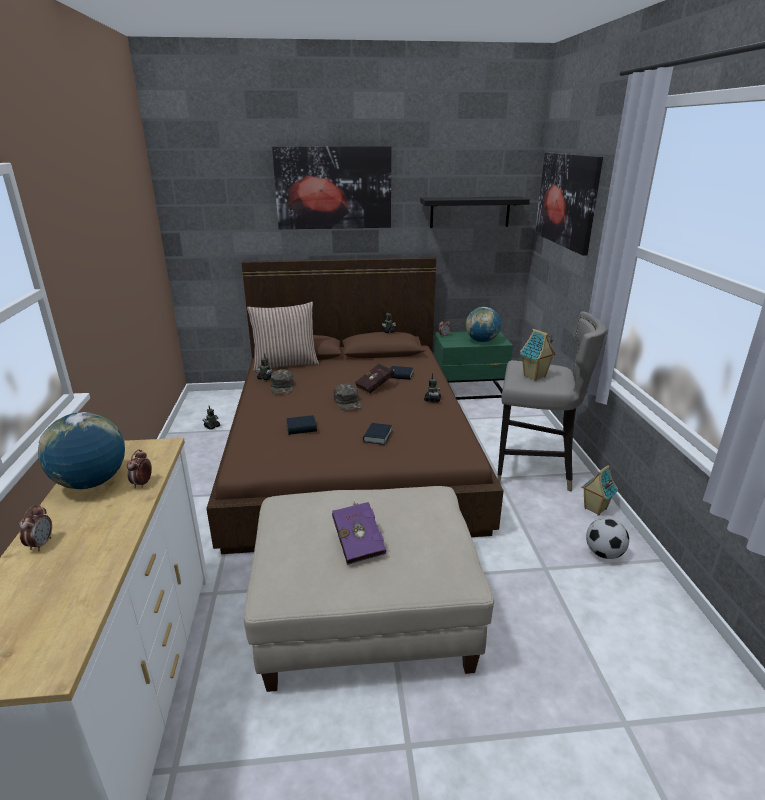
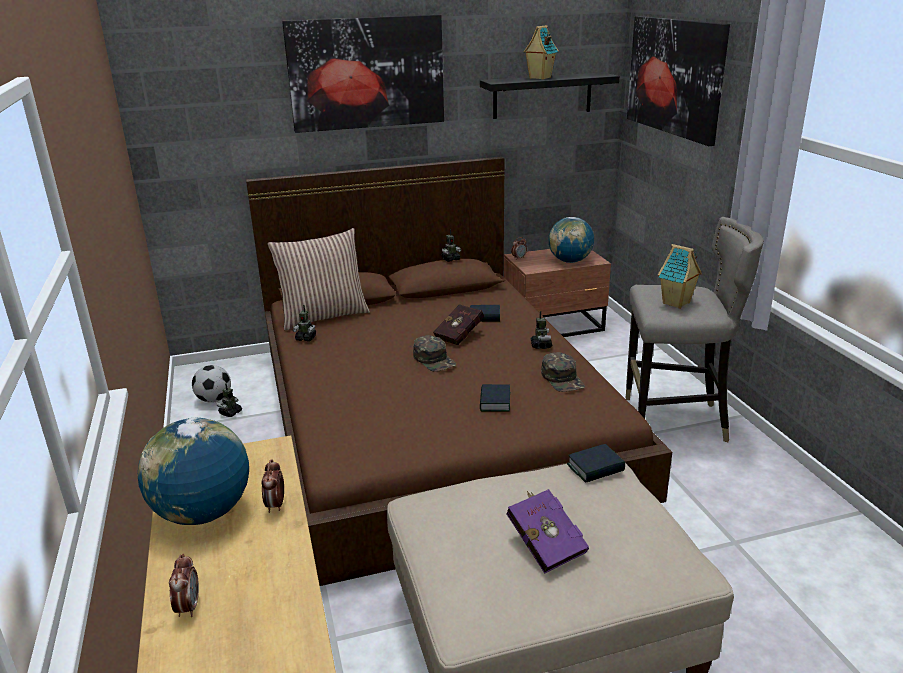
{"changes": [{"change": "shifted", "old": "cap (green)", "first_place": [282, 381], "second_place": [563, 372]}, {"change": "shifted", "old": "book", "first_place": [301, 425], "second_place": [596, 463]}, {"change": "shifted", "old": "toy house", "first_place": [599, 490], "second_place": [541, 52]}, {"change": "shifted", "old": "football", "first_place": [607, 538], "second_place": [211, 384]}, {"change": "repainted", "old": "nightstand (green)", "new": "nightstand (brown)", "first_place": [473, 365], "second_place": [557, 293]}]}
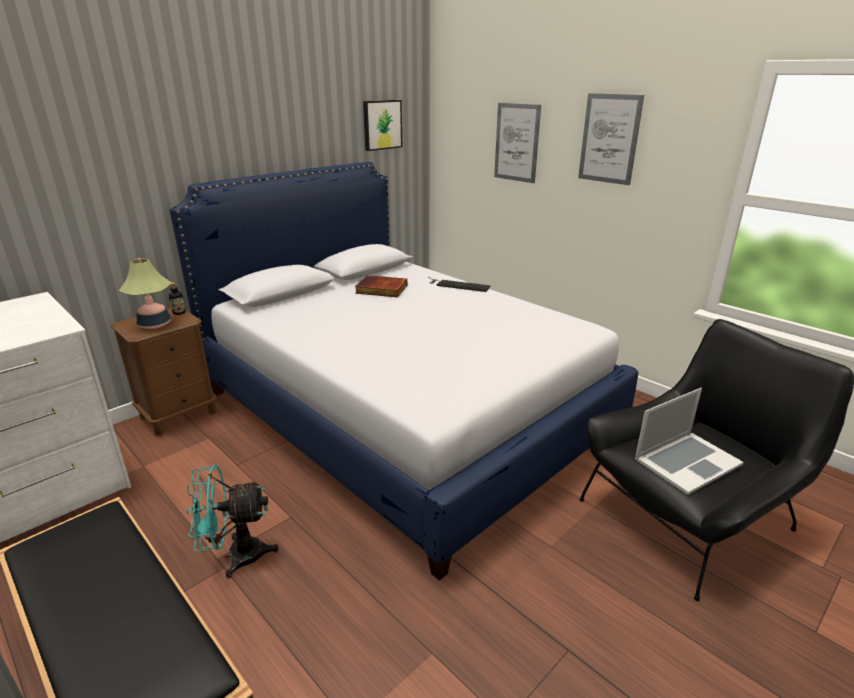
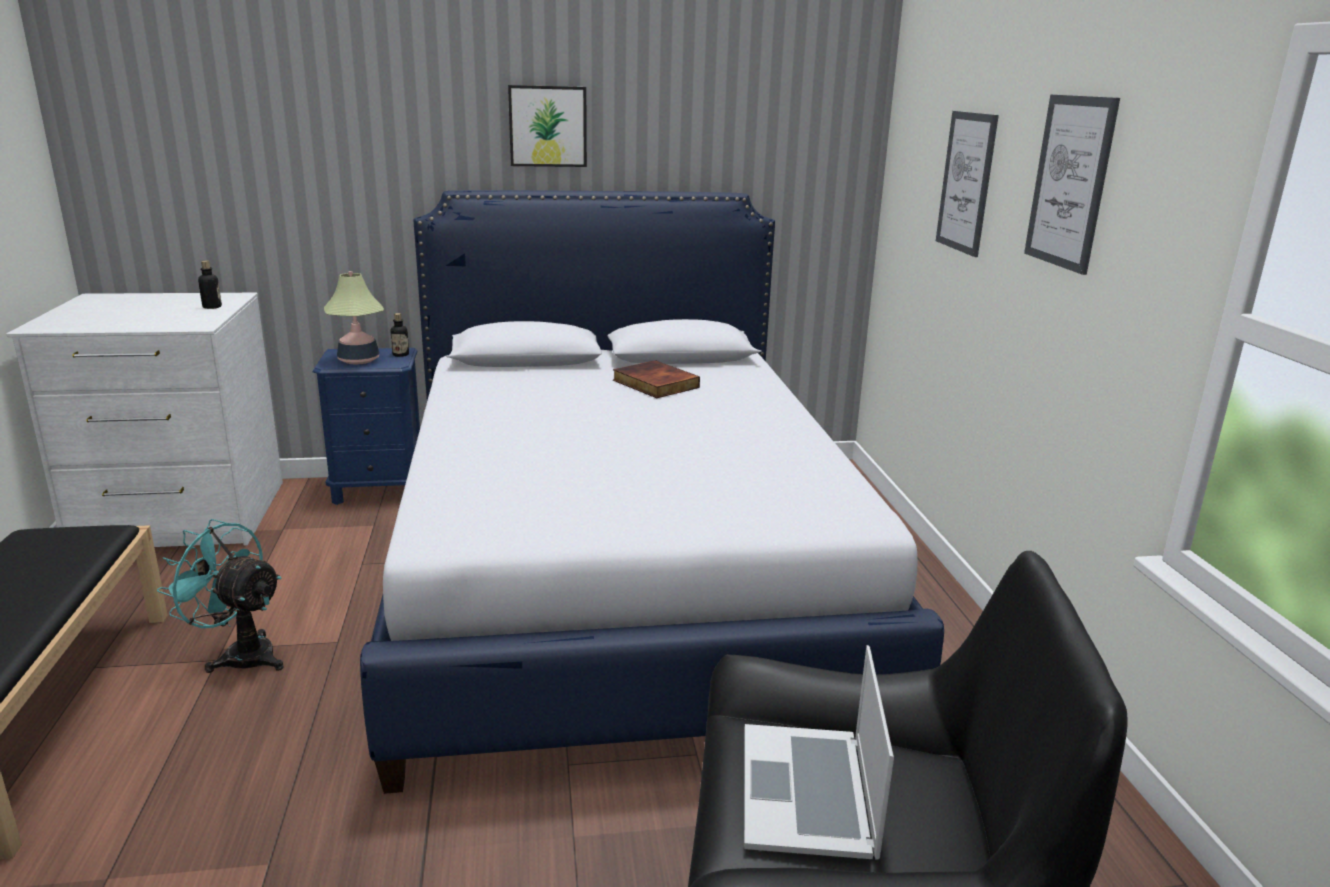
{"changes": [{"change": "gone", "old": "keyboard", "first_place": [459, 284]}, {"change": "new", "new": "bottle", "second_place": [210, 284]}, {"change": "shifted", "old": "picture", "first_place": [382, 125], "second_place": [547, 126]}, {"change": "repainted", "old": "nightstand (brown)", "new": "nightstand (blue)", "first_place": [164, 371], "second_place": [366, 426]}, {"change": "rotated", "old": "laptop", "first_place": [689, 441], "second_place": [819, 752], "degrees": 90}]}
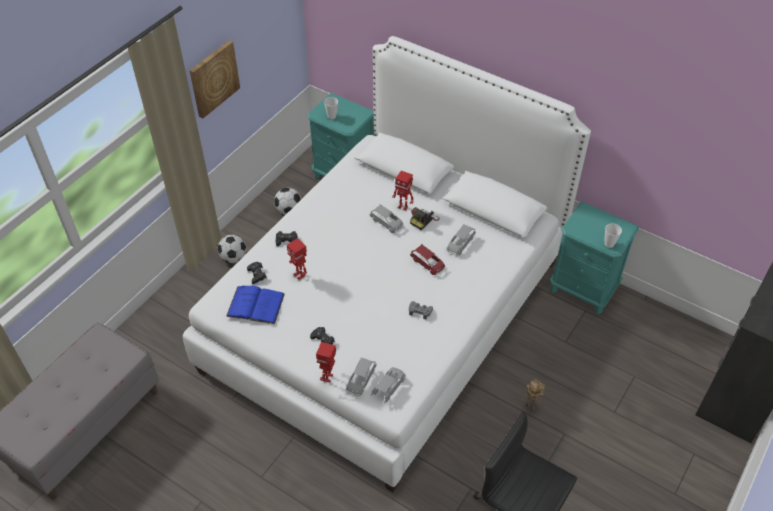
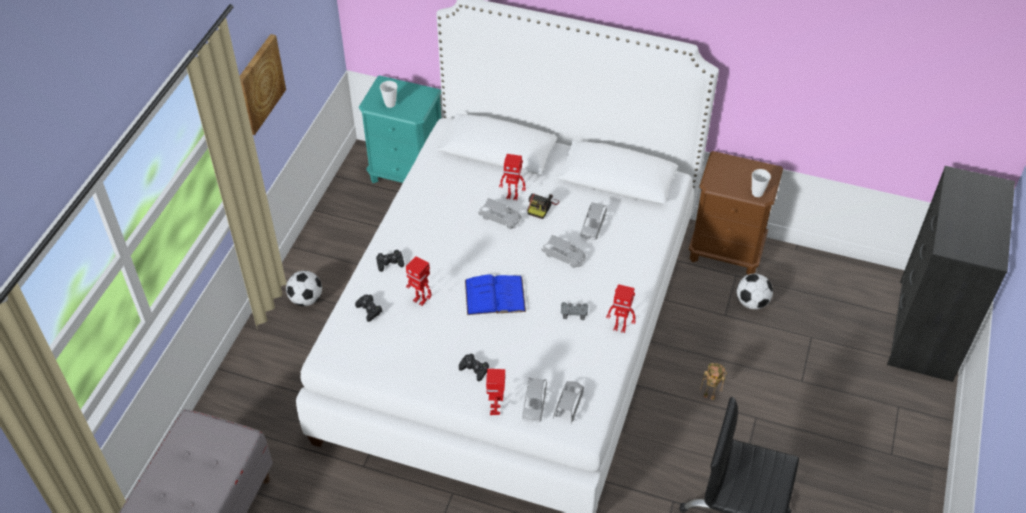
{"changes": [{"change": "new", "new": "toy robot", "second_place": [621, 308]}, {"change": "shifted", "old": "book (blue)", "first_place": [255, 305], "second_place": [495, 294]}, {"change": "shifted", "old": "football", "first_place": [287, 201], "second_place": [755, 291]}, {"change": "repainted", "old": "toy car (red)", "new": "toy car (grey)", "first_place": [427, 259], "second_place": [563, 251]}, {"change": "repainted", "old": "nightstand (turquoise)", "new": "nightstand (brown)", "first_place": [594, 258], "second_place": [736, 213]}]}
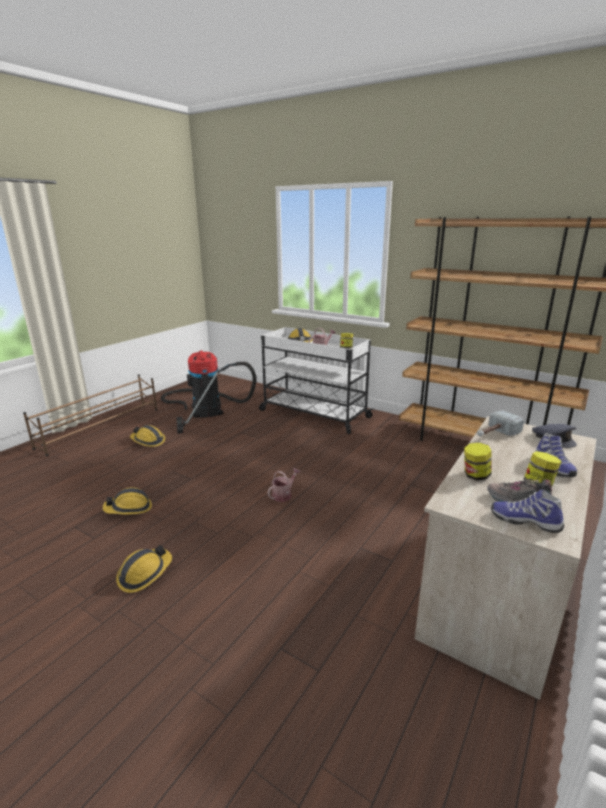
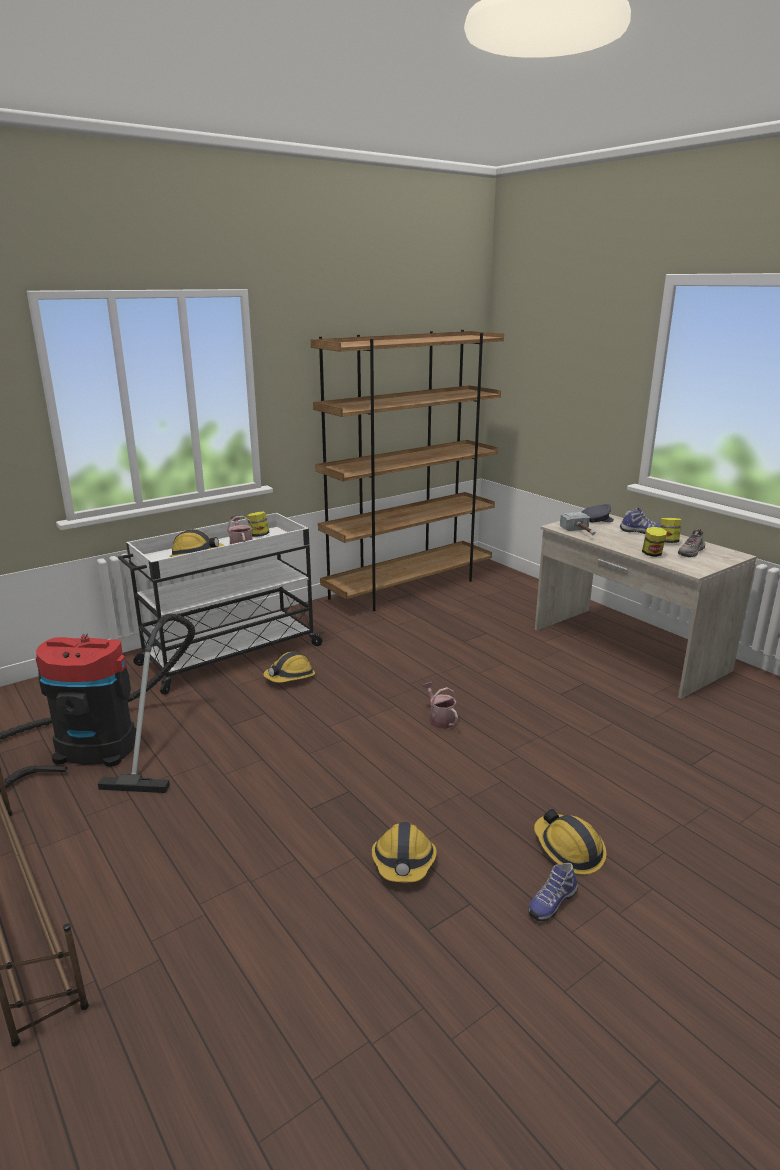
{"changes": [{"change": "shifted", "old": "hard hat", "first_place": [147, 436], "second_place": [289, 667]}, {"change": "shifted", "old": "shoe", "first_place": [527, 511], "second_place": [553, 892]}]}
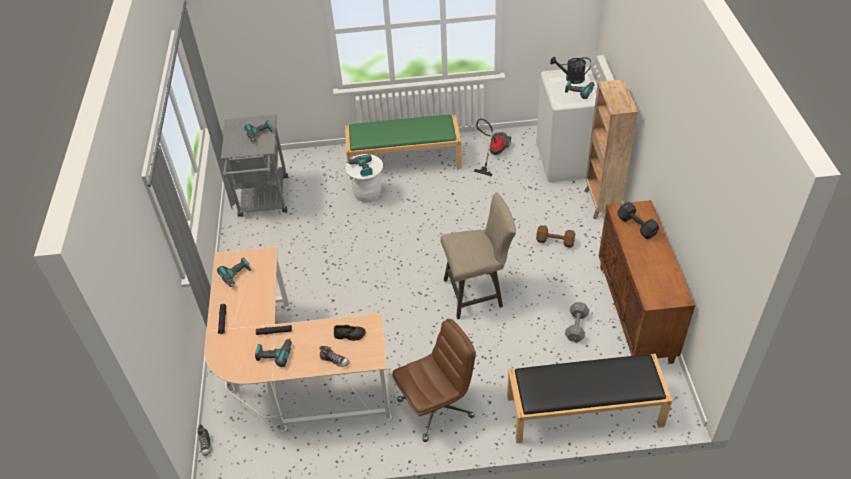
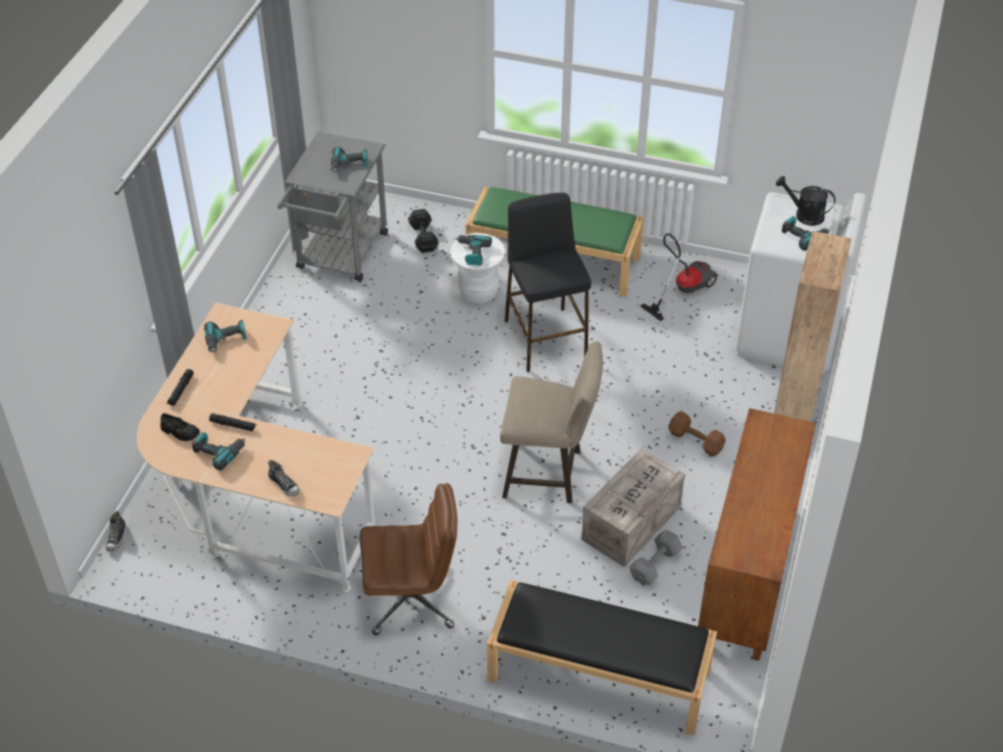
{"changes": [{"change": "new", "new": "stool (black)", "second_place": [548, 282]}, {"change": "new", "new": "crate", "second_place": [633, 508]}, {"change": "shifted", "old": "shoe (black)", "first_place": [350, 333], "second_place": [180, 427]}, {"change": "shifted", "old": "dumbbell (black)", "first_place": [638, 220], "second_place": [423, 231]}]}
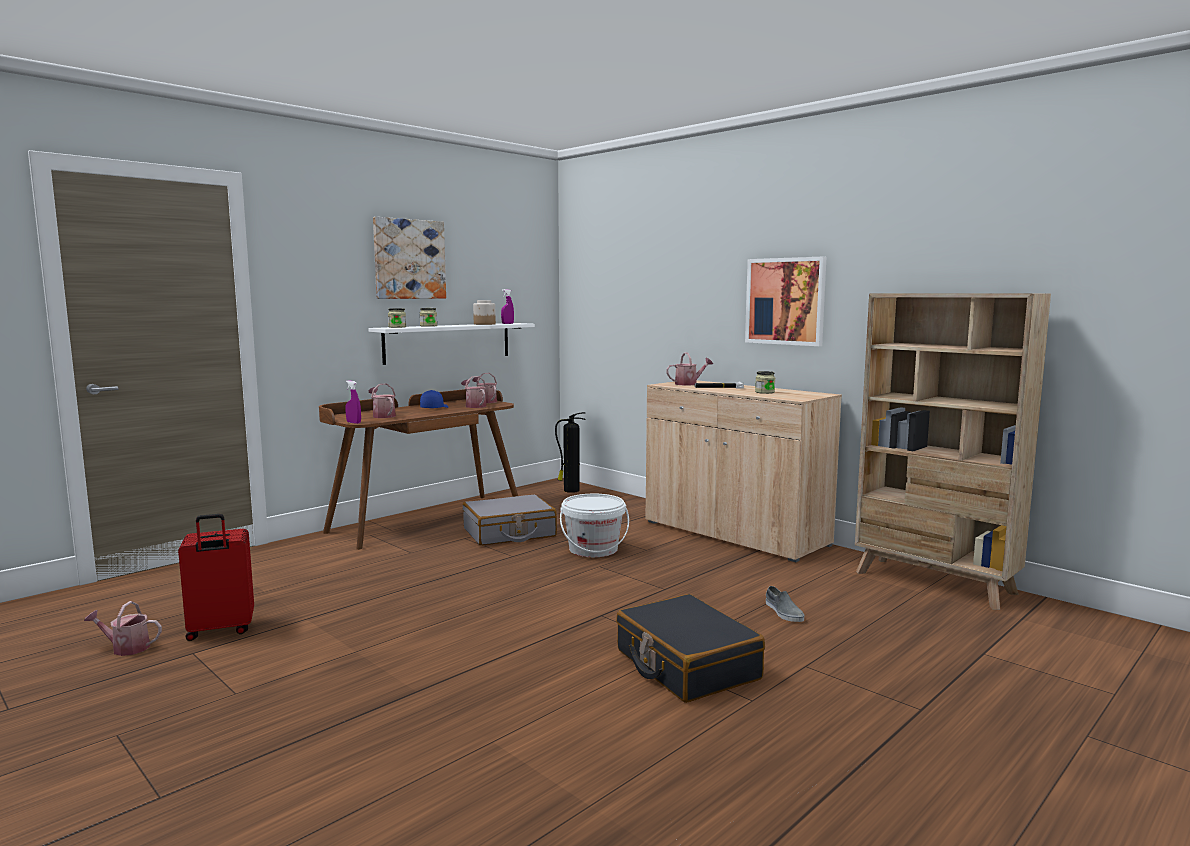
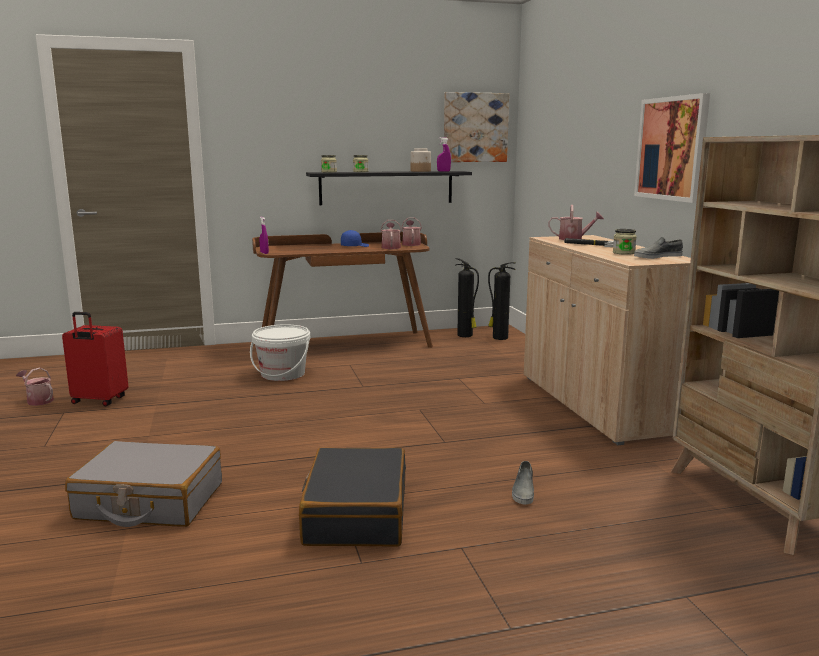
{"changes": [{"change": "gone", "old": "watering can", "first_place": [382, 401]}, {"change": "new", "new": "fire extinguisher", "second_place": [467, 297]}, {"change": "new", "new": "shoe (grey)", "second_place": [658, 248]}, {"change": "shifted", "old": "picture", "first_place": [409, 258], "second_place": [476, 127]}, {"change": "shifted", "old": "suitcase (grey)", "first_place": [510, 520], "second_place": [143, 484]}, {"change": "shifted", "old": "bucket (white)", "first_place": [594, 525], "second_place": [280, 352]}, {"change": "repainted", "old": "shelf (white)", "new": "shelf (black)", "first_place": [451, 344], "second_place": [389, 188]}]}
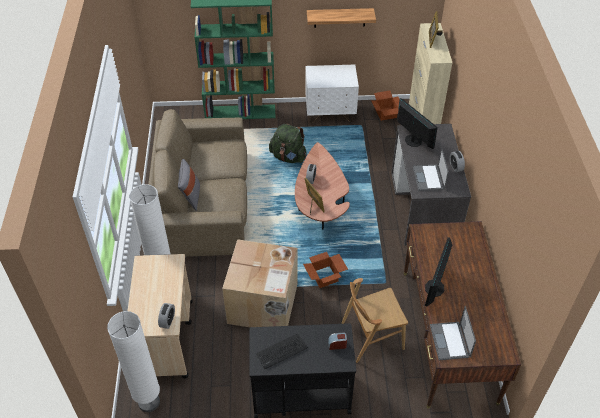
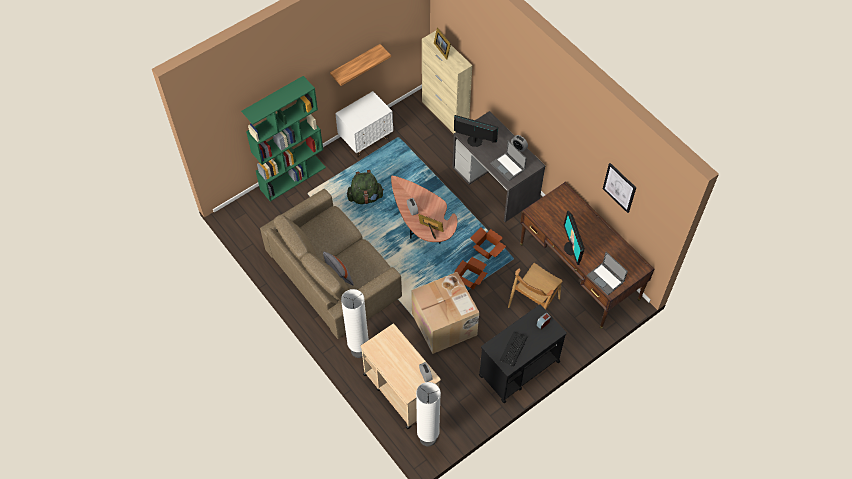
{"changes": [{"change": "new", "new": "picture", "second_place": [619, 188]}, {"change": "shifted", "old": "cardboard box", "first_place": [385, 105], "second_place": [488, 243]}]}
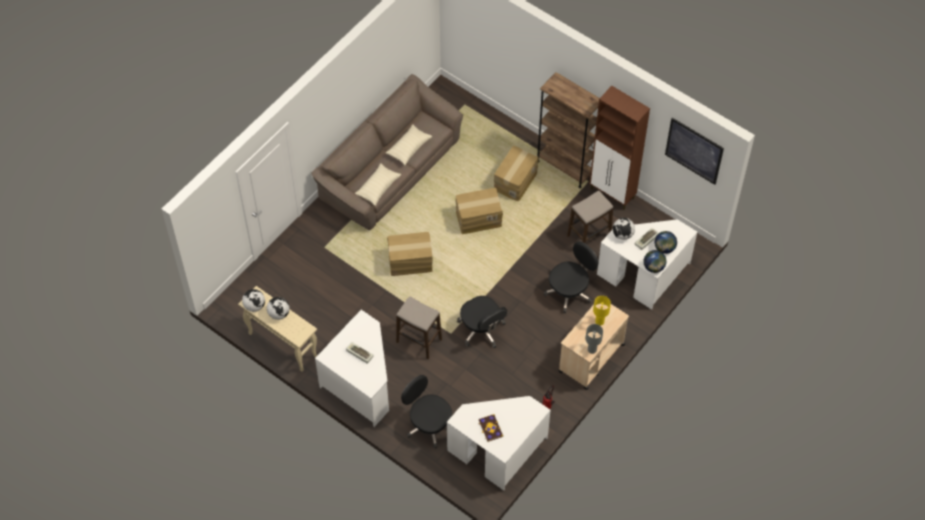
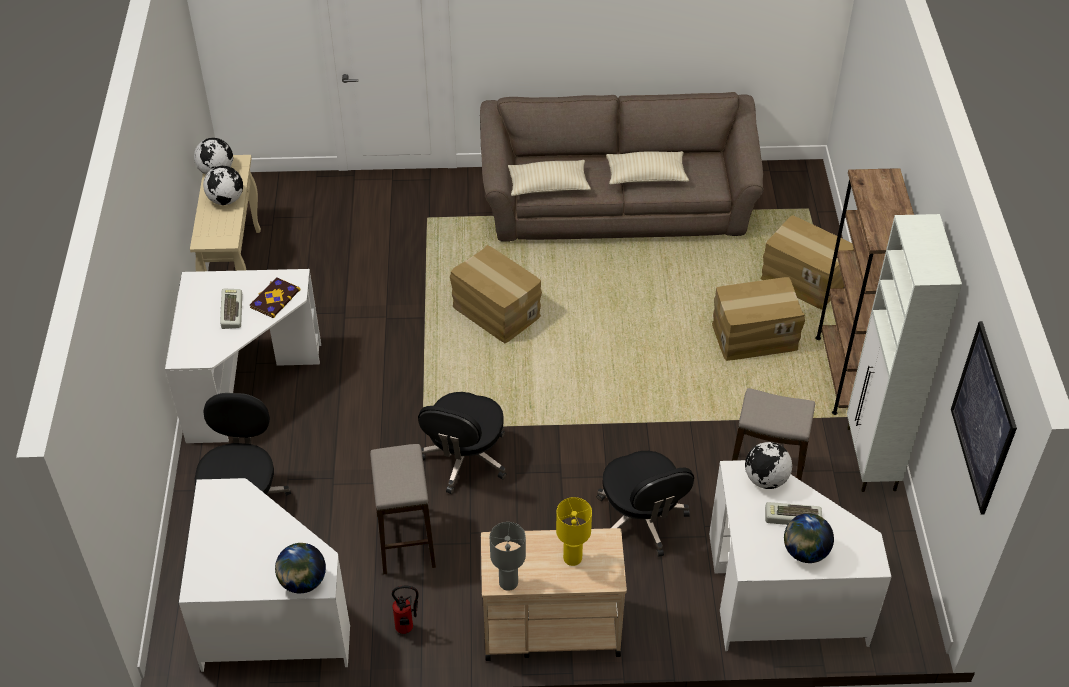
{"changes": [{"change": "shifted", "old": "stool", "first_place": [419, 327], "second_place": [403, 509]}, {"change": "shifted", "old": "cardboard box", "first_place": [479, 211], "second_place": [807, 262]}, {"change": "shifted", "old": "book", "first_place": [490, 428], "second_place": [275, 297]}, {"change": "shifted", "old": "globe", "first_place": [654, 261], "second_place": [300, 568]}, {"change": "repainted", "old": "cabinet (brown)", "new": "cabinet (white)", "first_place": [619, 148], "second_place": [904, 353]}, {"change": "rotated", "old": "office chair (black)", "first_place": [571, 277], "second_place": [645, 504], "degrees": 60}]}
